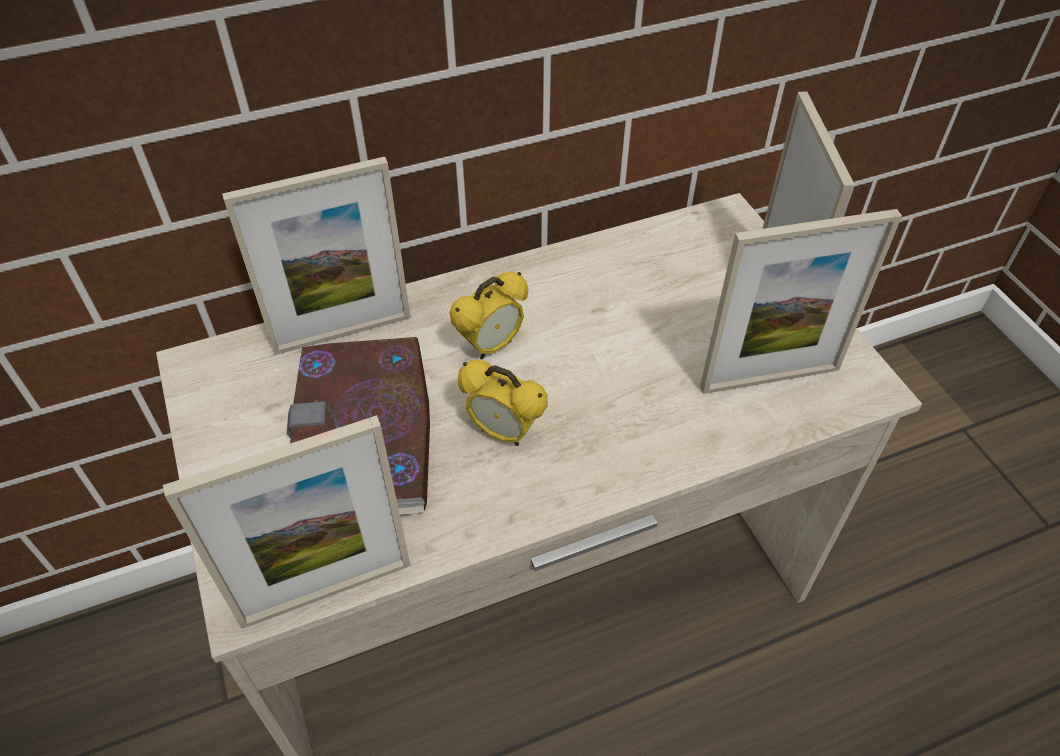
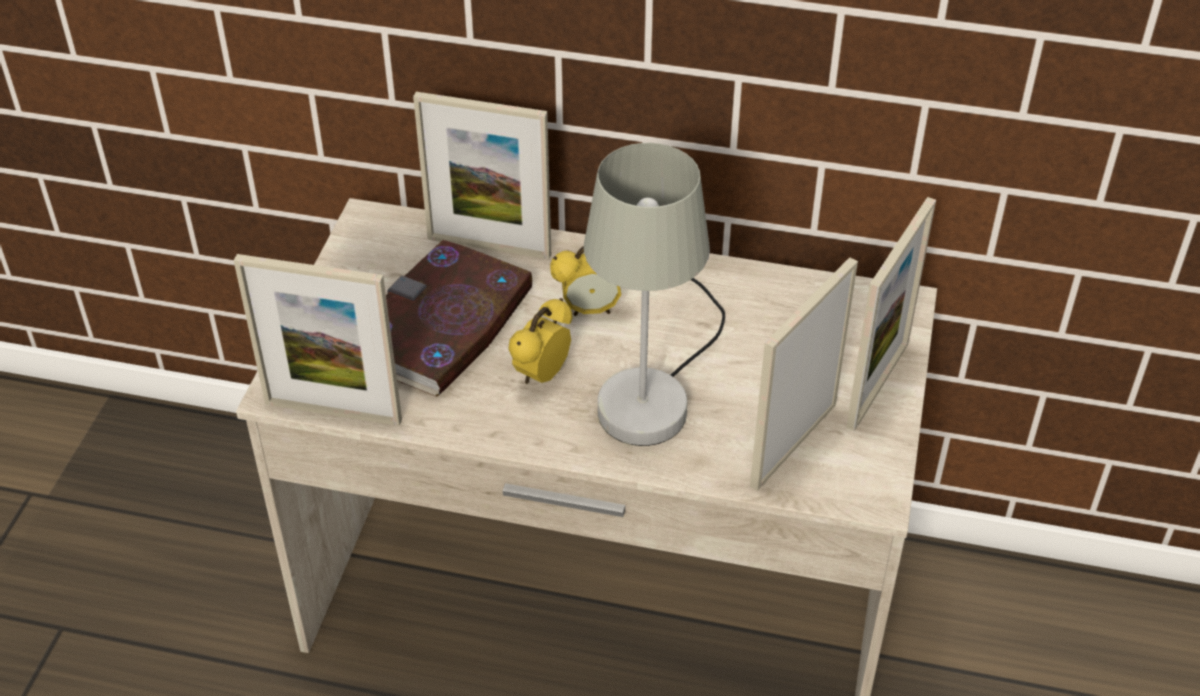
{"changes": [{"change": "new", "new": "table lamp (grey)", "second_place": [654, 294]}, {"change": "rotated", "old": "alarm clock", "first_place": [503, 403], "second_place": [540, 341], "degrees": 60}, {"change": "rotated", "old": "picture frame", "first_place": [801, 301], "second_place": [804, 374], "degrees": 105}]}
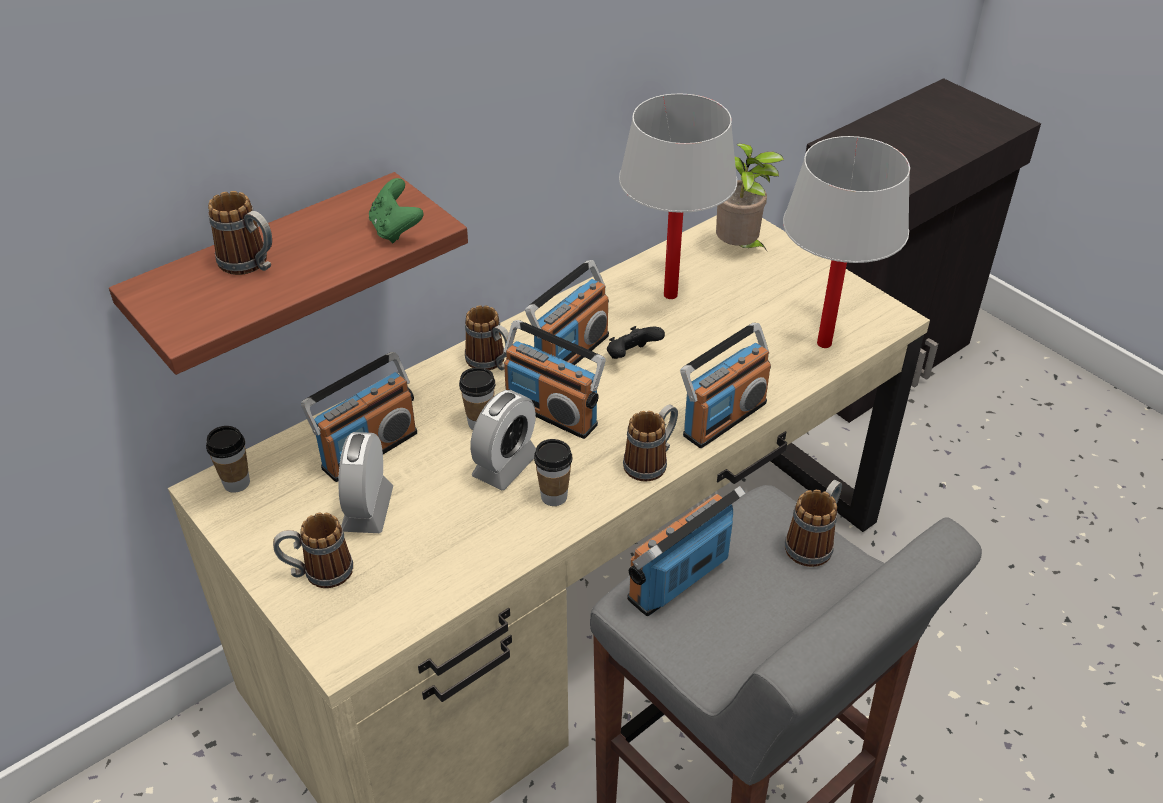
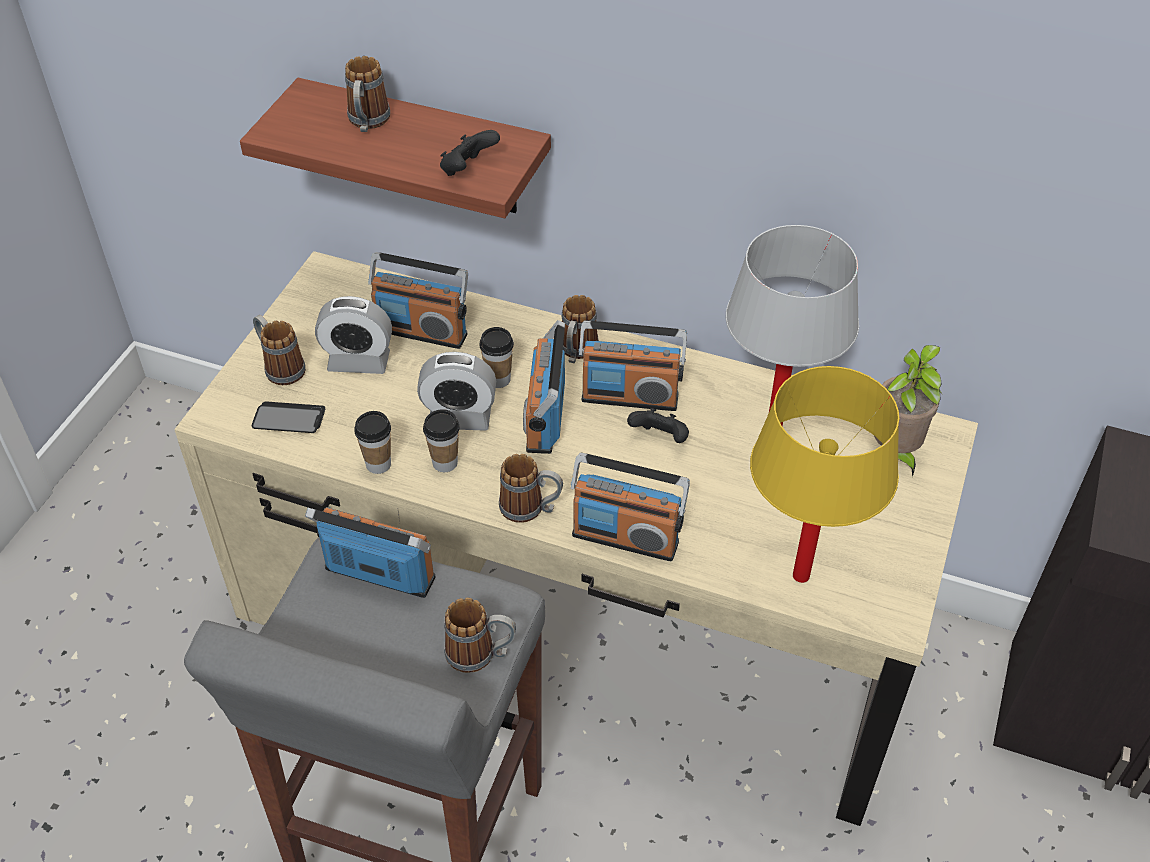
{"changes": [{"change": "new", "new": "phone", "second_place": [288, 417]}, {"change": "shifted", "old": "cup", "first_place": [228, 459], "second_place": [372, 442]}, {"change": "repainted", "old": "game controller (green)", "new": "game controller (black)", "first_place": [396, 210], "second_place": [470, 153]}, {"change": "repainted", "old": "table lamp (white)", "new": "table lamp (yellow)", "first_place": [846, 242], "second_place": [824, 474]}, {"change": "rotated", "old": "alarm clock", "first_place": [365, 482], "second_place": [353, 335], "degrees": -150}]}
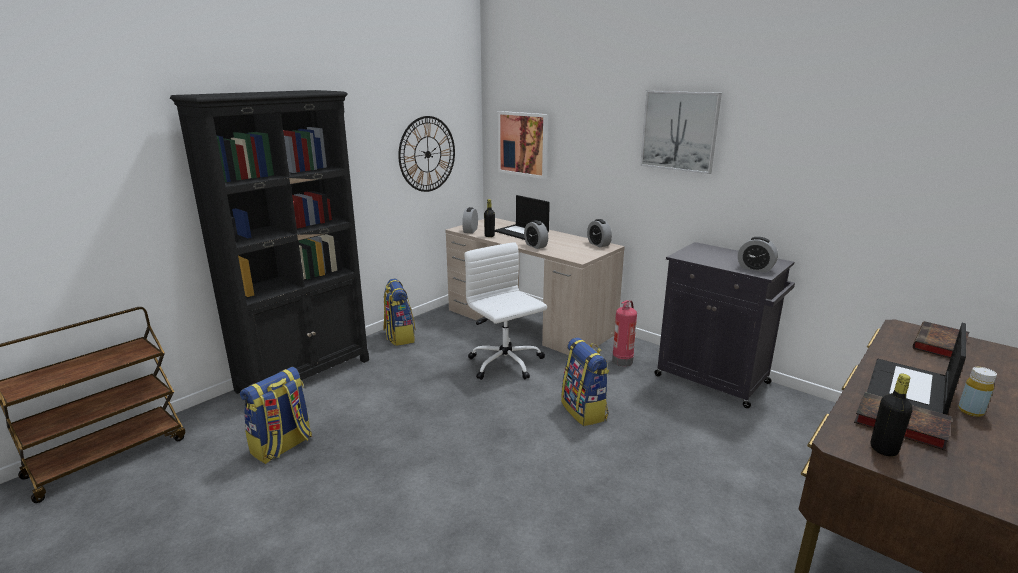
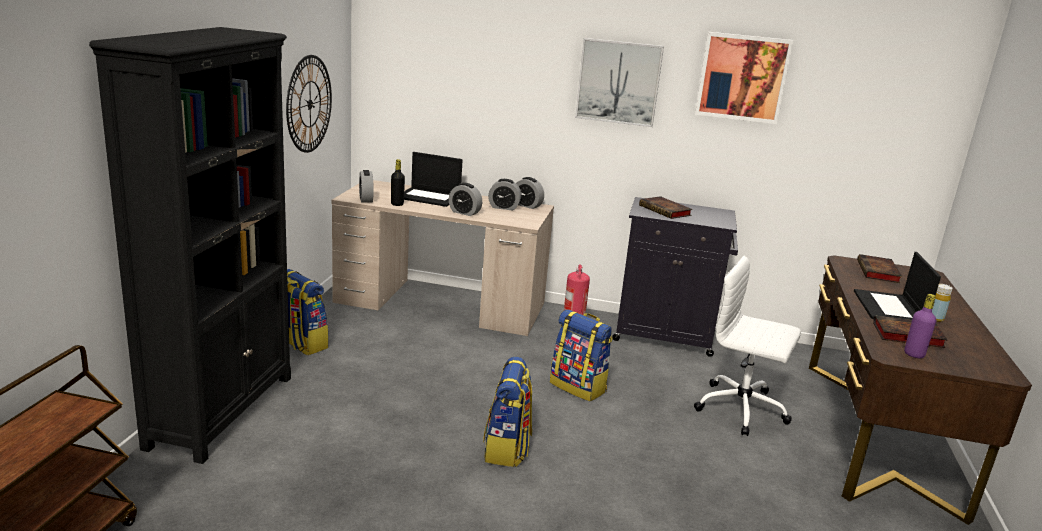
{"changes": [{"change": "new", "new": "book", "second_place": [666, 207]}, {"change": "shifted", "old": "backpack", "first_place": [276, 415], "second_place": [508, 411]}, {"change": "shifted", "old": "office chair (white)", "first_place": [505, 311], "second_place": [747, 346]}, {"change": "shifted", "old": "picture", "first_place": [523, 145], "second_place": [744, 78]}, {"change": "shifted", "old": "alarm clock", "first_place": [758, 255], "second_place": [504, 195]}, {"change": "repainted", "old": "bottle (black)", "new": "bottle (purple)", "first_place": [891, 415], "second_place": [920, 326]}]}
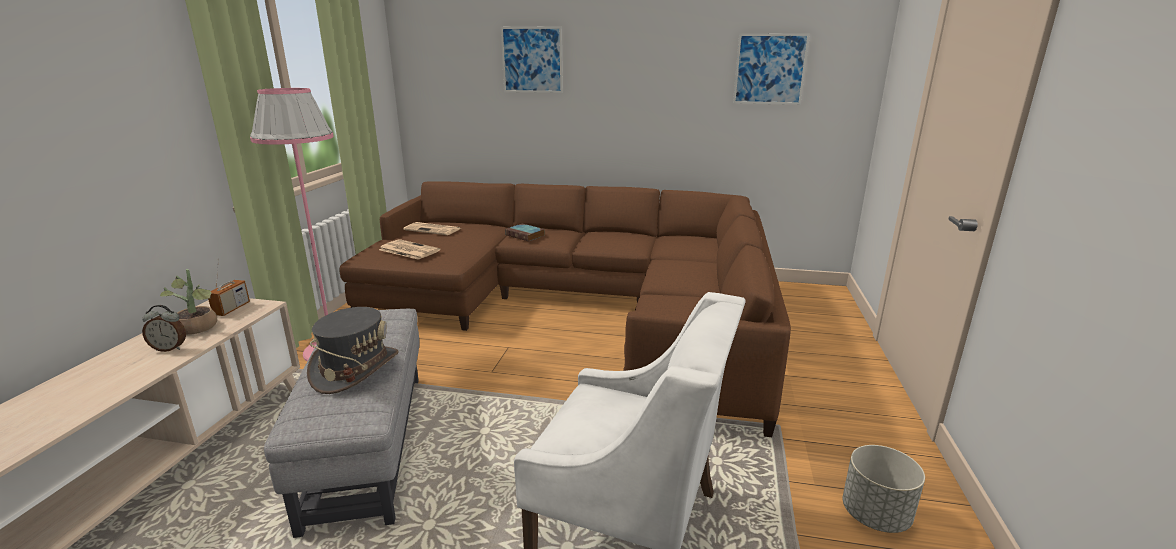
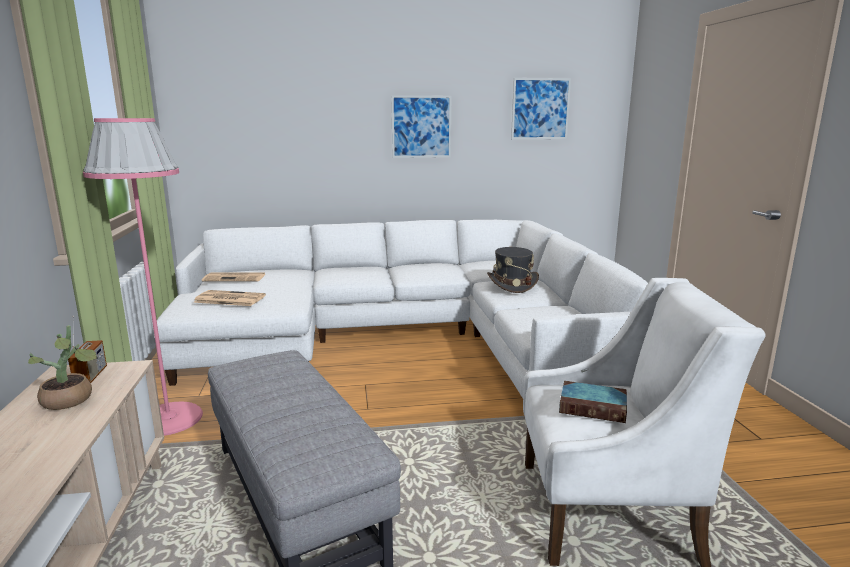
{"changes": [{"change": "gone", "old": "alarm clock", "first_place": [164, 328]}, {"change": "gone", "old": "planter (grey)", "first_place": [884, 489]}, {"change": "shifted", "old": "hat (grey)", "first_place": [353, 350], "second_place": [513, 270]}, {"change": "shifted", "old": "picture", "first_place": [532, 59], "second_place": [421, 126]}, {"change": "shifted", "old": "book", "first_place": [525, 232], "second_place": [593, 402]}, {"change": "repainted", "old": "sofa (brown)", "new": "sofa (white)", "first_place": [565, 309], "second_place": [402, 309]}]}
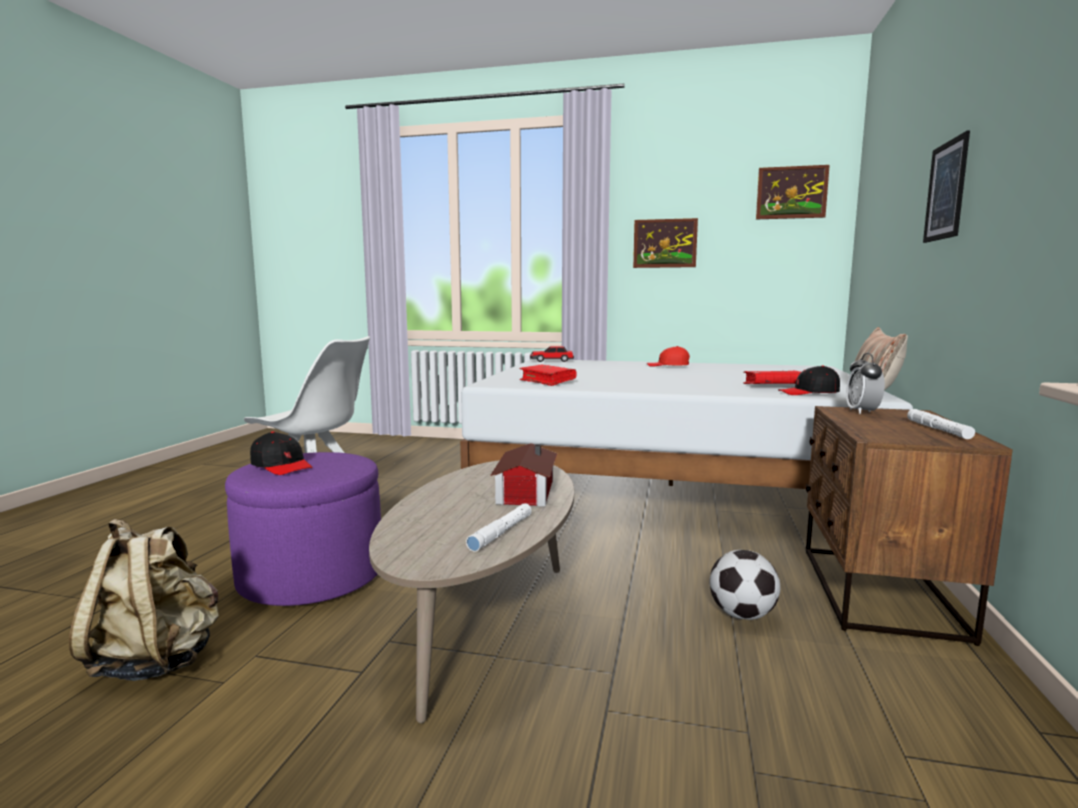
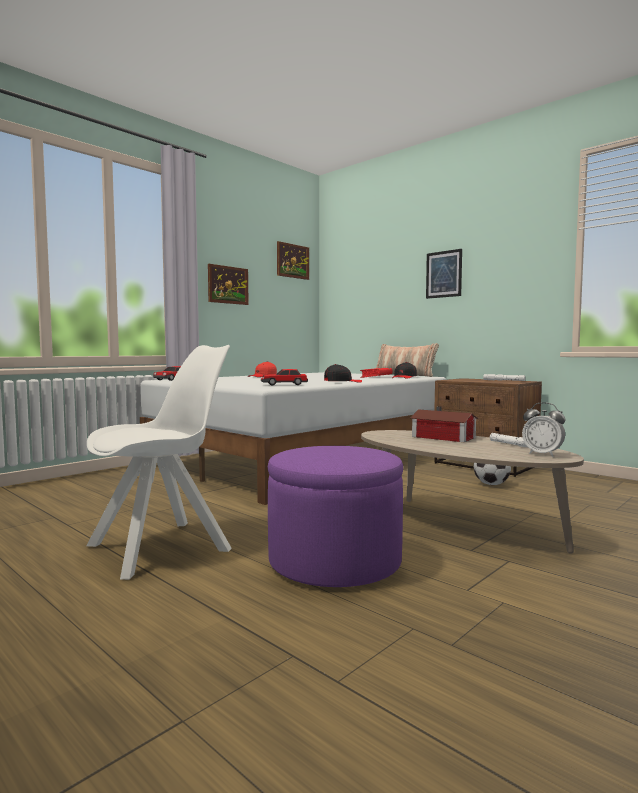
{"changes": [{"change": "gone", "old": "backpack (beige)", "first_place": [144, 600]}, {"change": "shifted", "old": "cap (black)", "first_place": [281, 453], "second_place": [343, 373]}, {"change": "shifted", "old": "alarm clock", "first_place": [865, 383], "second_place": [543, 429]}, {"change": "swapped", "old": "book (red)", "new": "toy car", "first_place": [548, 375], "second_place": [284, 377]}]}
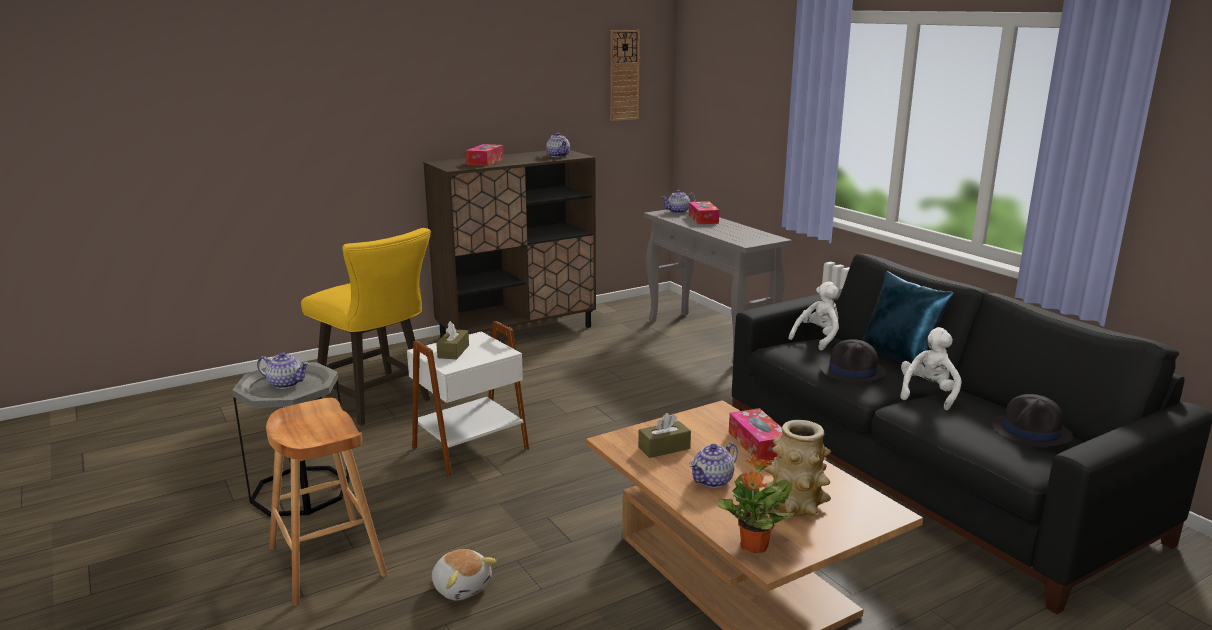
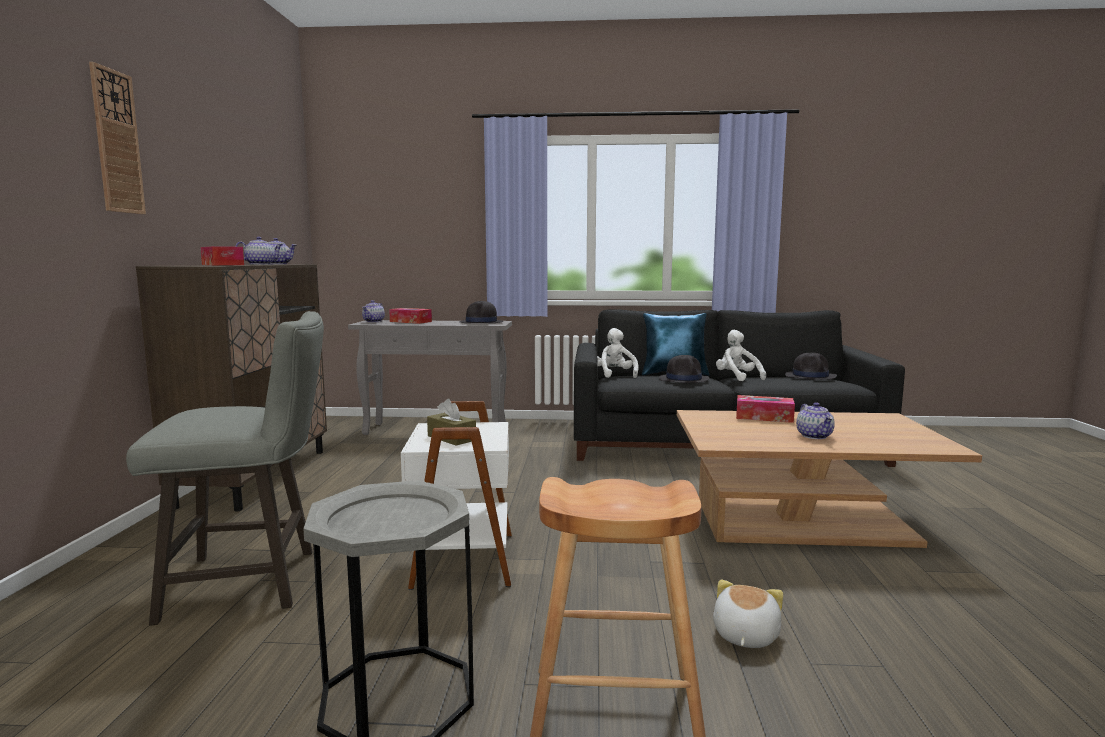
{"changes": [{"change": "gone", "old": "tissue box (brown)", "first_place": [664, 435]}, {"change": "gone", "old": "potted plant", "first_place": [756, 504]}, {"change": "gone", "old": "vase", "first_place": [797, 468]}, {"change": "new", "new": "hat (black)", "second_place": [481, 312]}, {"change": "shifted", "old": "teapot", "first_place": [283, 370], "second_place": [259, 251]}, {"change": "shifted", "old": "wall clock", "first_place": [625, 75], "second_place": [117, 138]}, {"change": "repainted", "old": "stool (yellow)", "new": "stool (grey)", "first_place": [366, 326], "second_place": [225, 468]}, {"change": "rotated", "old": "plush toy", "first_place": [464, 574], "second_place": [748, 613], "degrees": -60}]}
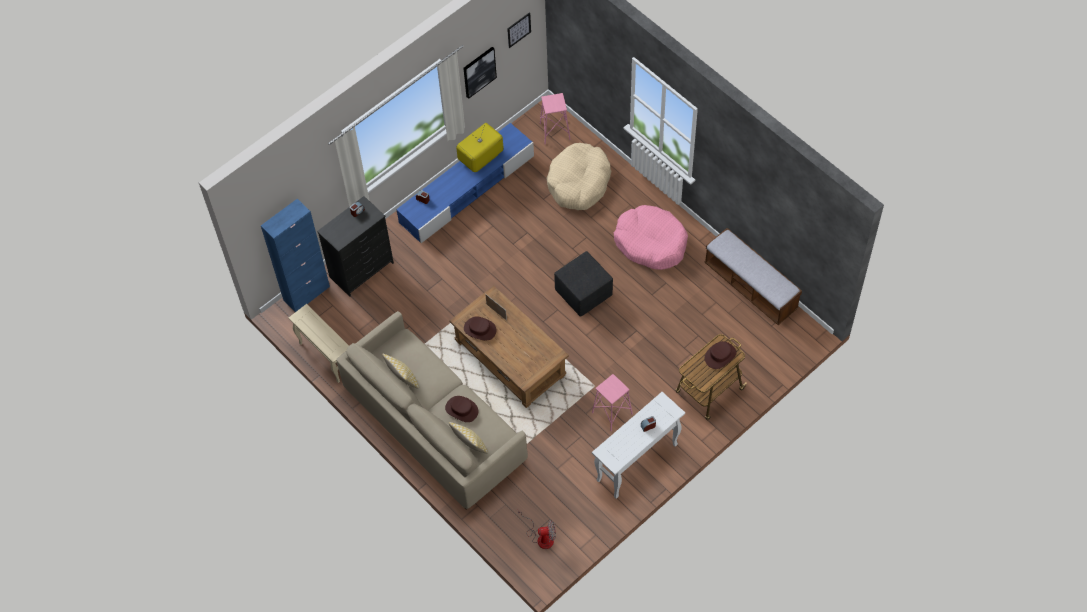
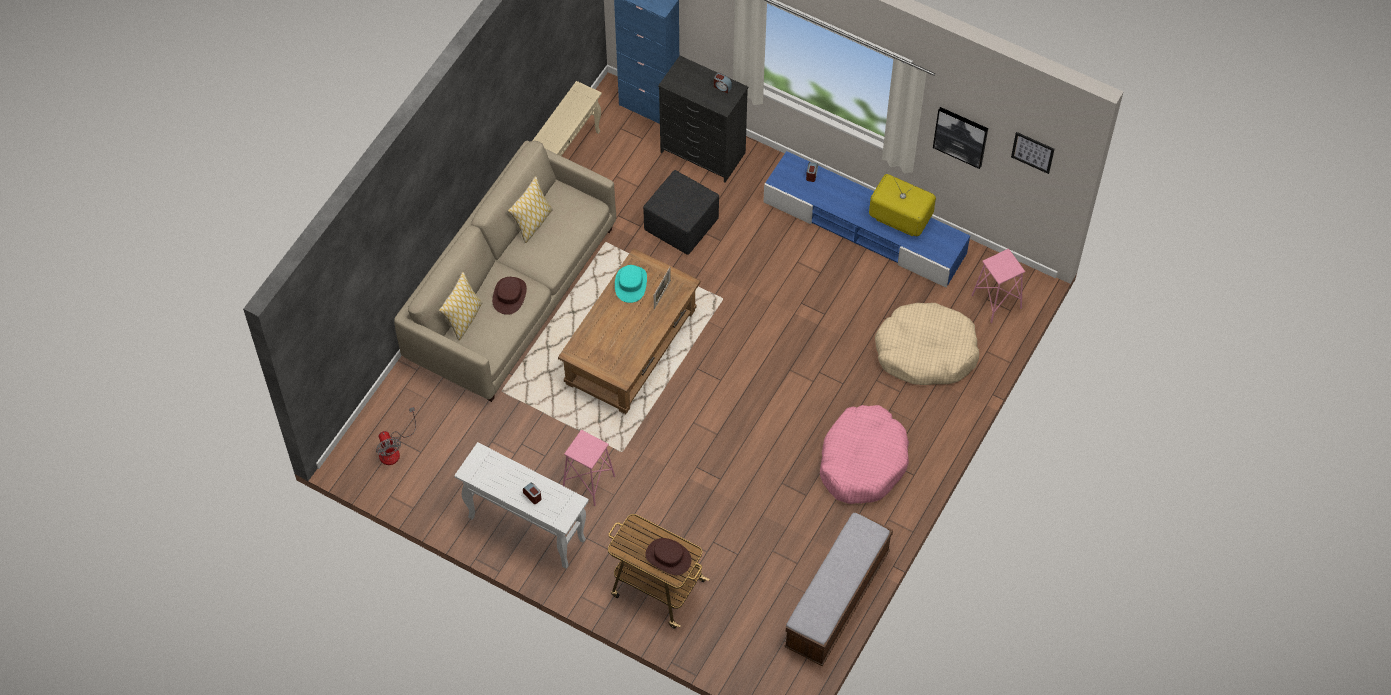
{"changes": [{"change": "shifted", "old": "ottoman (black)", "first_place": [583, 284], "second_place": [681, 212]}, {"change": "repainted", "old": "hat (brown)", "new": "hat (turquoise)", "first_place": [480, 328], "second_place": [631, 284]}]}
